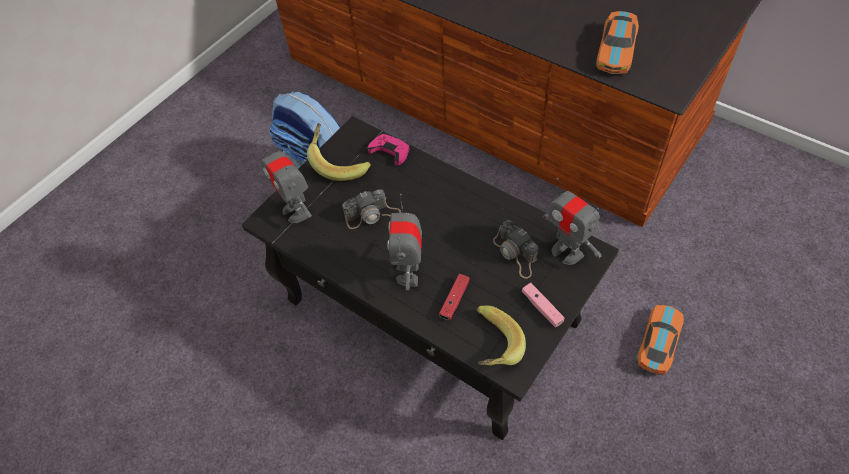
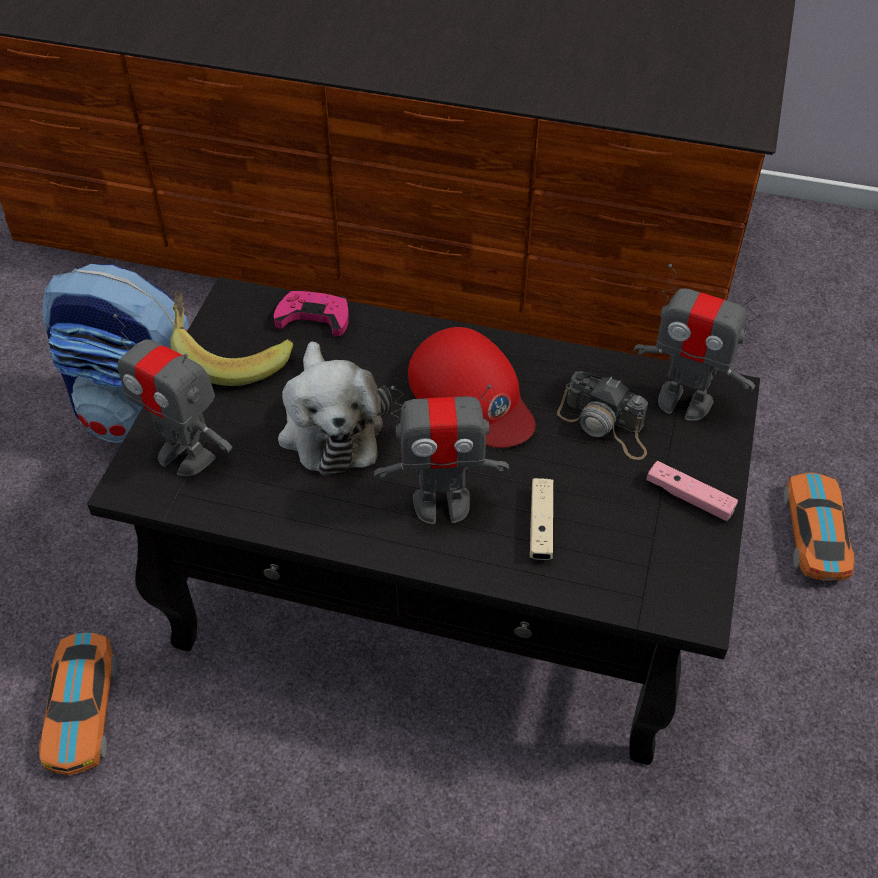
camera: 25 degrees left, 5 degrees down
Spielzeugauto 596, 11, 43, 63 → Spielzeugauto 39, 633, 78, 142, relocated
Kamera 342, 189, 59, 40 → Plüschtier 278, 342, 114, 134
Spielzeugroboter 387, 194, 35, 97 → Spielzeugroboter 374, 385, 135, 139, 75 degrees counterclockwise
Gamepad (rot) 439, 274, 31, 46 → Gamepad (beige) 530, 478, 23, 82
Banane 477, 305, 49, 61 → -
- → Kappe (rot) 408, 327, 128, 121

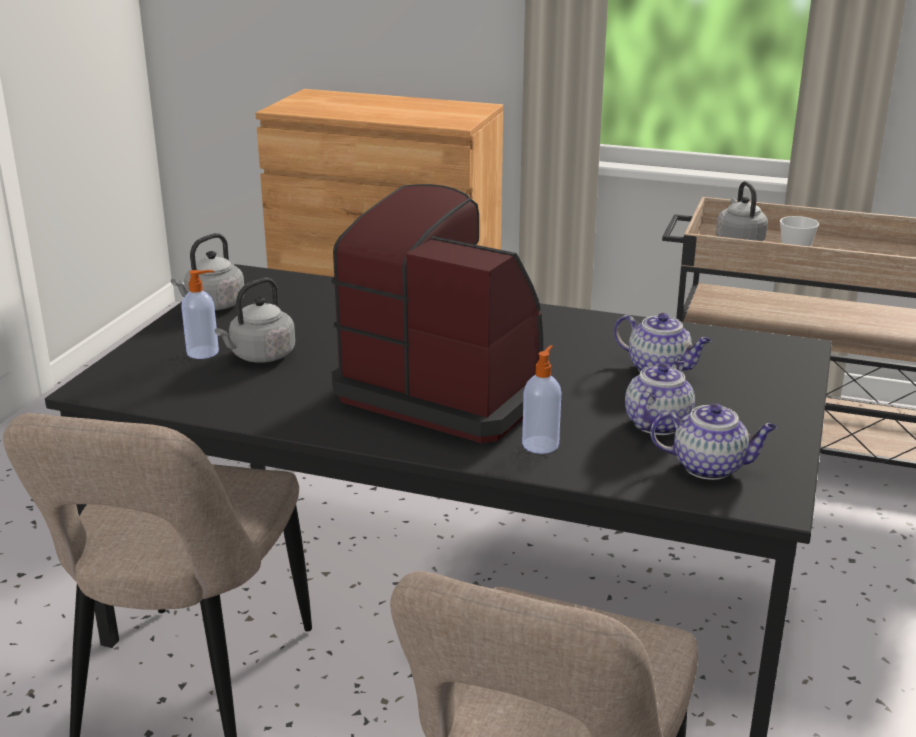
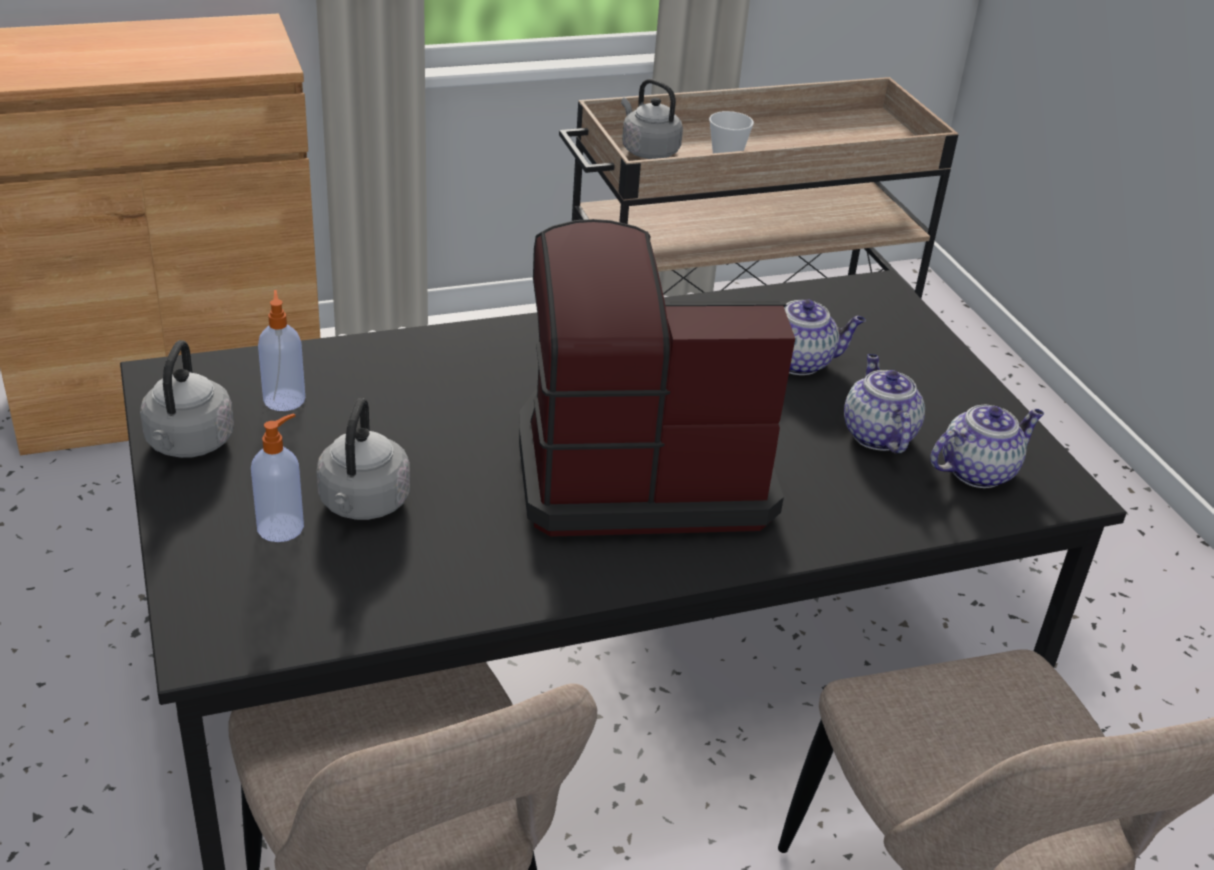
camera: 40 degrees left, 10 degrees up
Seifenspender 522, 345, 39, 109 → Seifenspender 258, 290, 47, 121, relocated

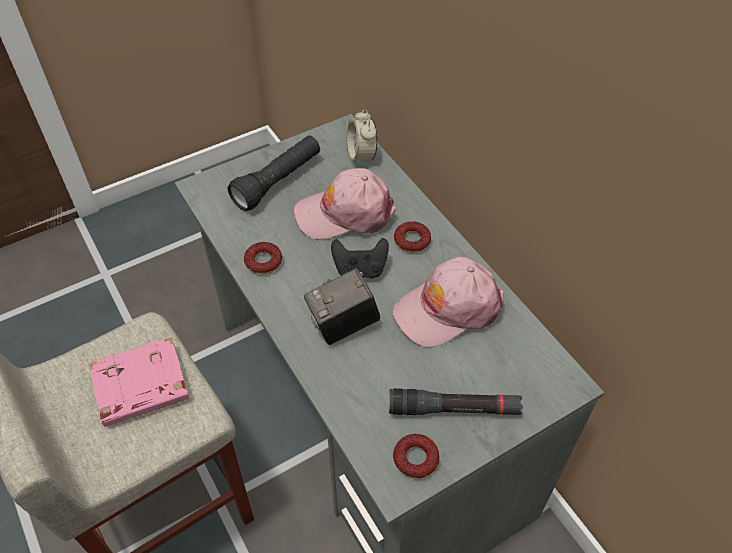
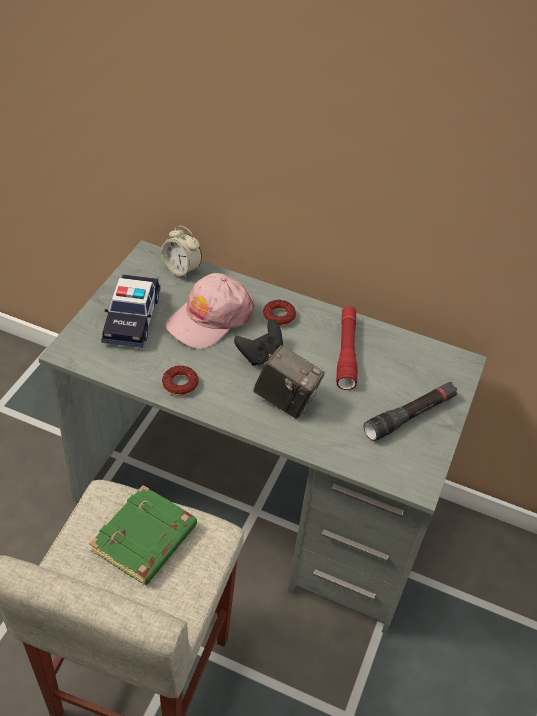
camera: 40 degrees left, 5 degrees down
Taschenlampe (schwarz) 228, 135, 92, 76 → Spielzeugauto 101, 274, 60, 74
Kappe (rosa) 392, 256, 112, 91 → Taschenlampe (rot) 336, 306, 22, 84
Kamera 304, 268, 76, 77 → Kamera 253, 345, 72, 74, 90 degrees counterclockwise
Buch (rosa) 89, 337, 100, 90 → Buch (grün) 90, 485, 107, 100
Donut 393, 434, 47, 45 → -

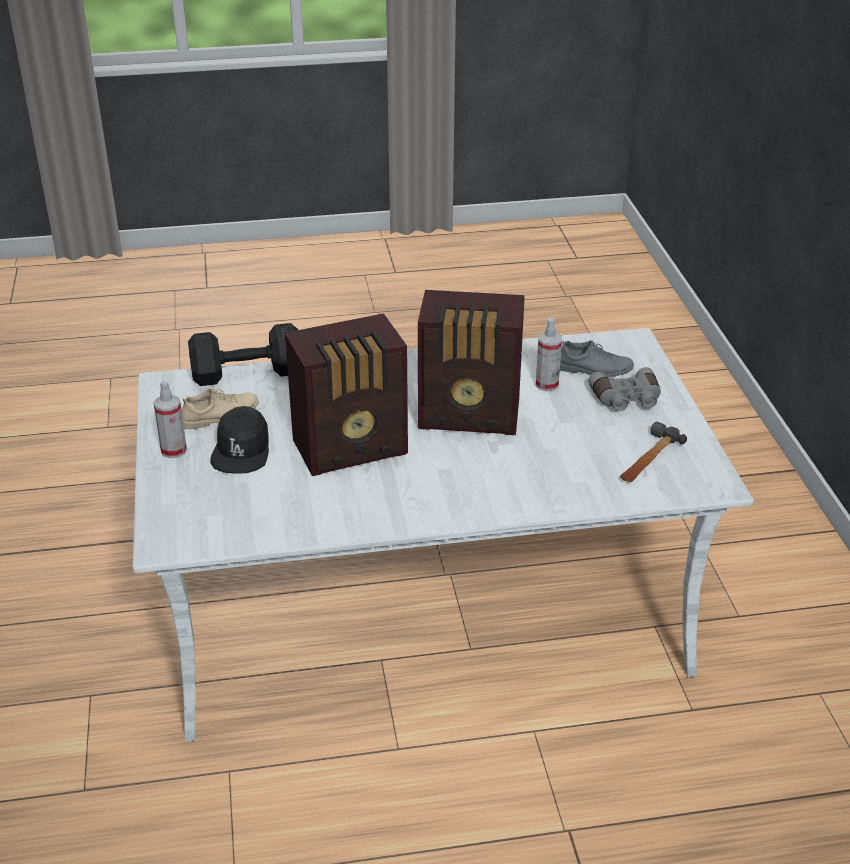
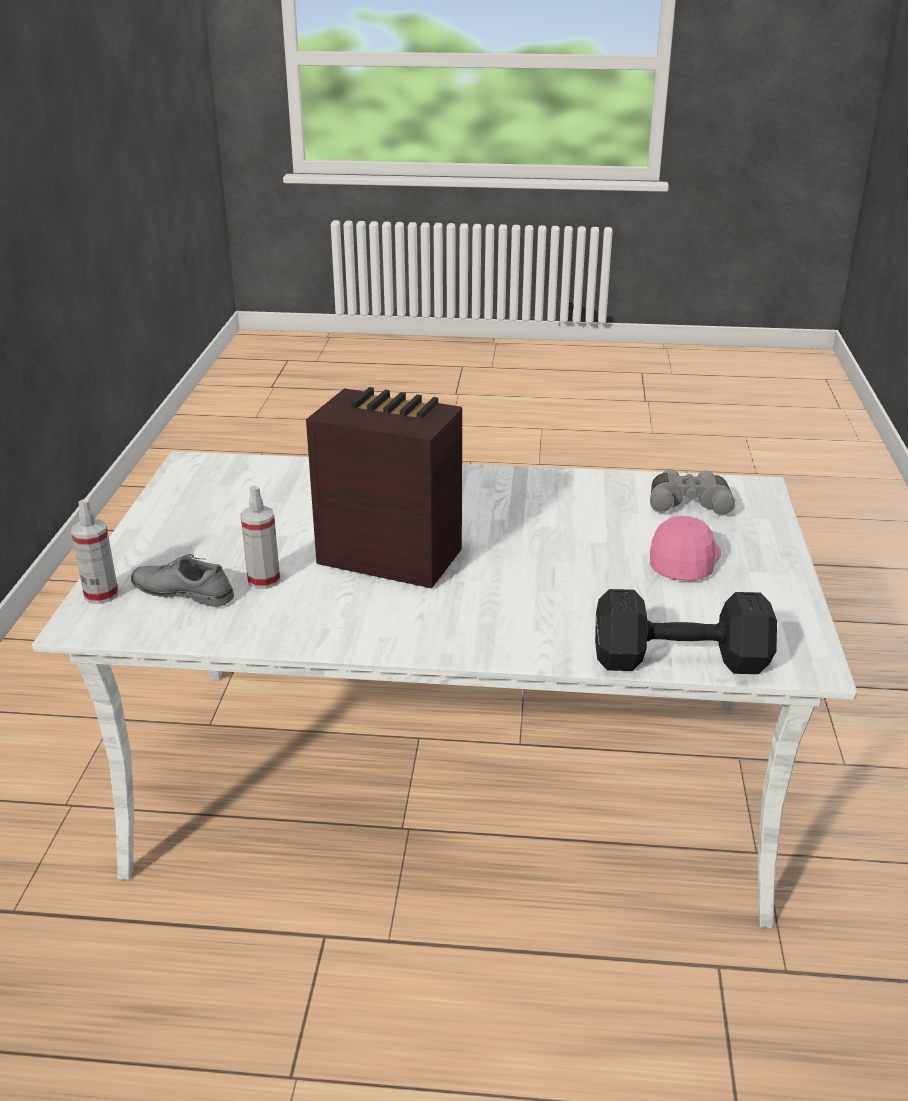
camera: 165 degrees left, 5 degrees down
Radio 285, 313, 123, 163 → -
Fernglas (grau) 588, 367, 73, 44 → Fernglas (grau) 650, 469, 85, 47, relocated
Sprühflasche 154, 380, 33, 78 → Sprühflasche 71, 499, 47, 105, relocated
Schuh (beige) 181, 388, 77, 42 → -
Kappe (schwarz) 210, 406, 59, 68 → Kappe (rosa) 650, 516, 71, 65
Hammer 620, 422, 67, 60 → -

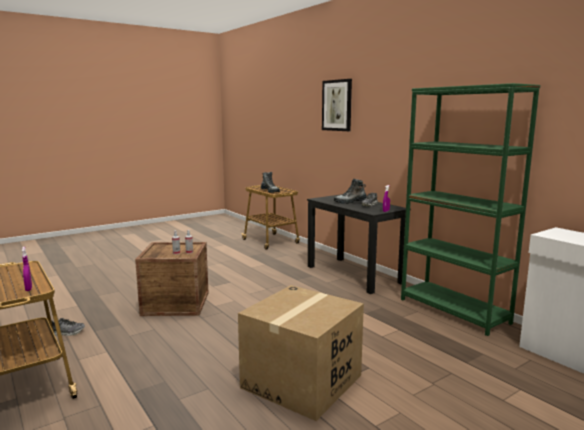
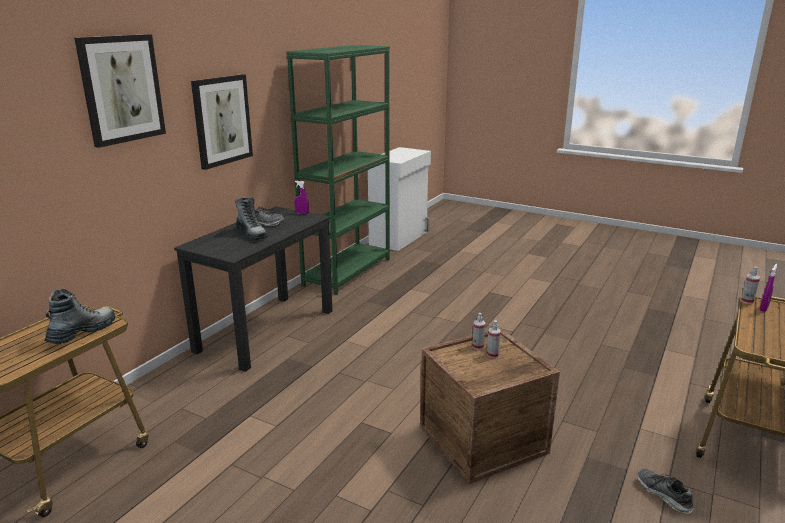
camera: 115 degrees left, 10 degrees up
Karton 238, 285, 126, 136 → -
- → Bild 191, 74, 62, 96
- → Sprühflasche 741, 266, 19, 38

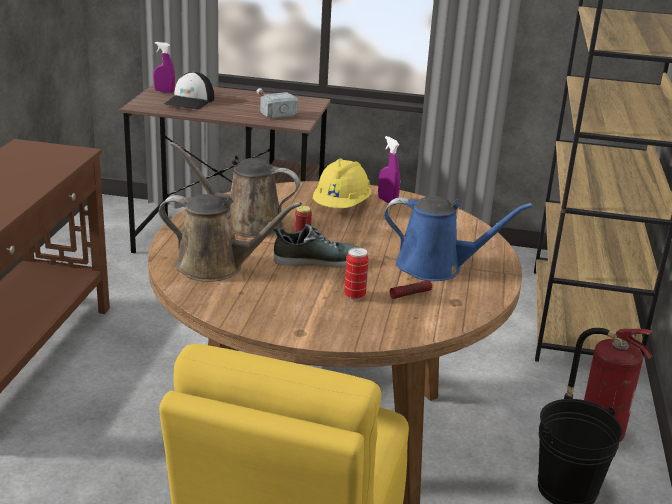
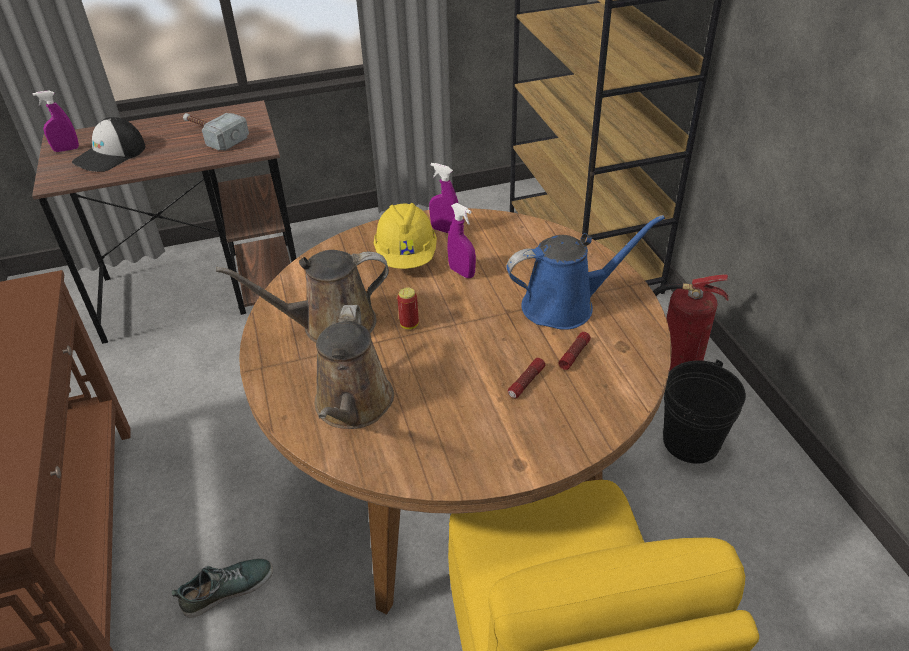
camera: 25 degrees left, 15 degrees up
Kappe 164, 72, 50, 38 → Kappe 72, 117, 73, 55, 45 degrees clockwise
Gießkanne (braun) 159, 194, 143, 88 → Gießkanne (braun) 315, 305, 79, 124, 105 degrees clockwise
Schuh 273, 224, 88, 43 → Schuh 172, 559, 101, 59, relocated
Dose 344, 247, 25, 53 → Taschenlampe 508, 358, 37, 40
- → Sprühflasche (lila) 448, 203, 28, 75

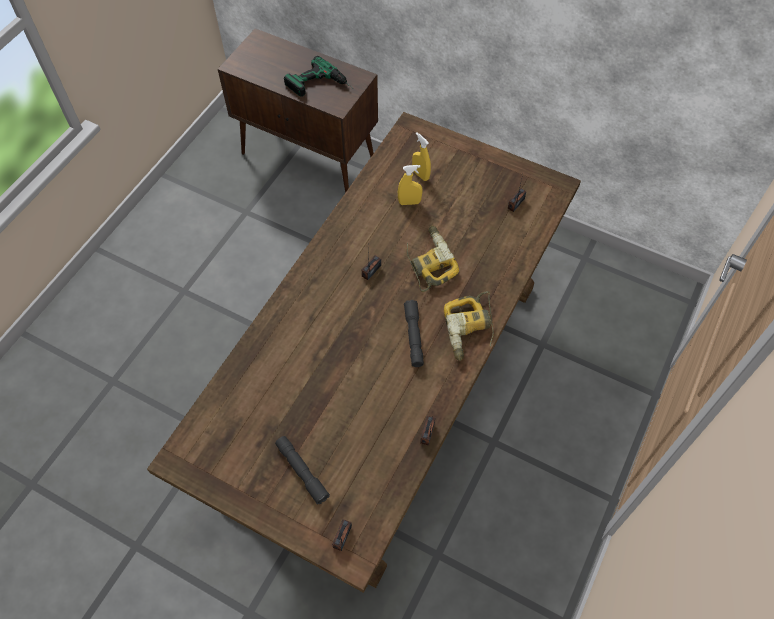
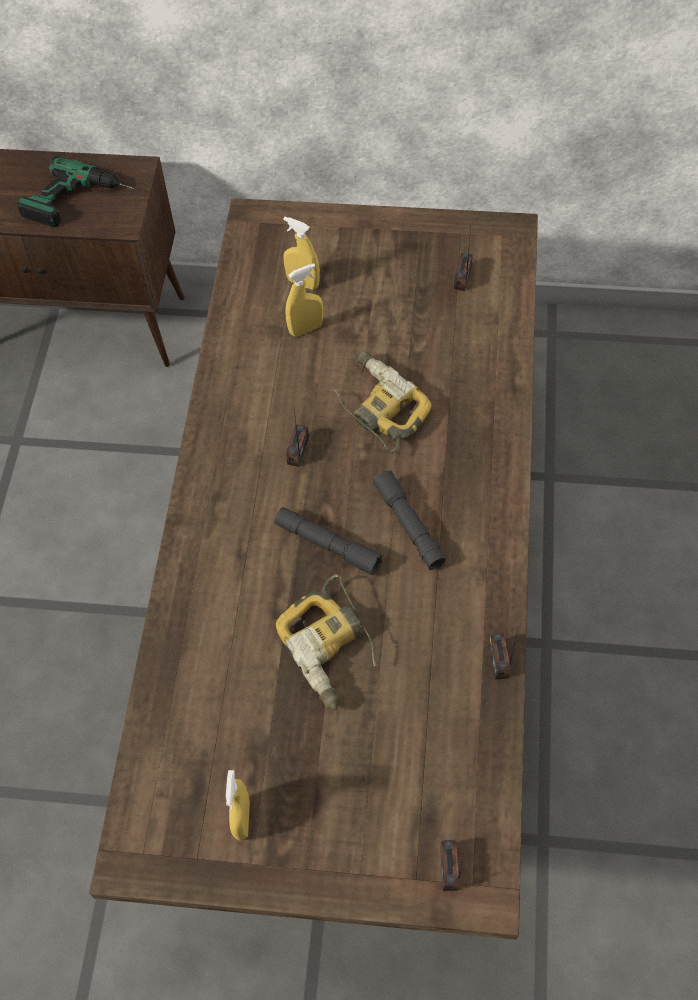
camera: 20 degrees left, 0 degrees up
Bohrmaschine 444, 291, 50, 70 → Bohrmaschine 276, 574, 100, 136, relocated
Taschenlampe (grau) 275, 436, 55, 69 → Taschenlampe (grau) 274, 507, 109, 68, relocated
- → Sprühflasche (gelb) 226, 770, 24, 71

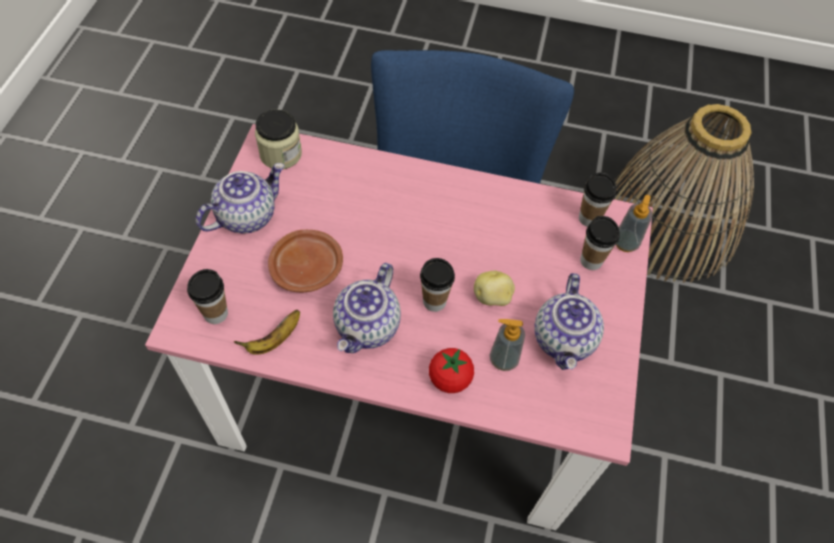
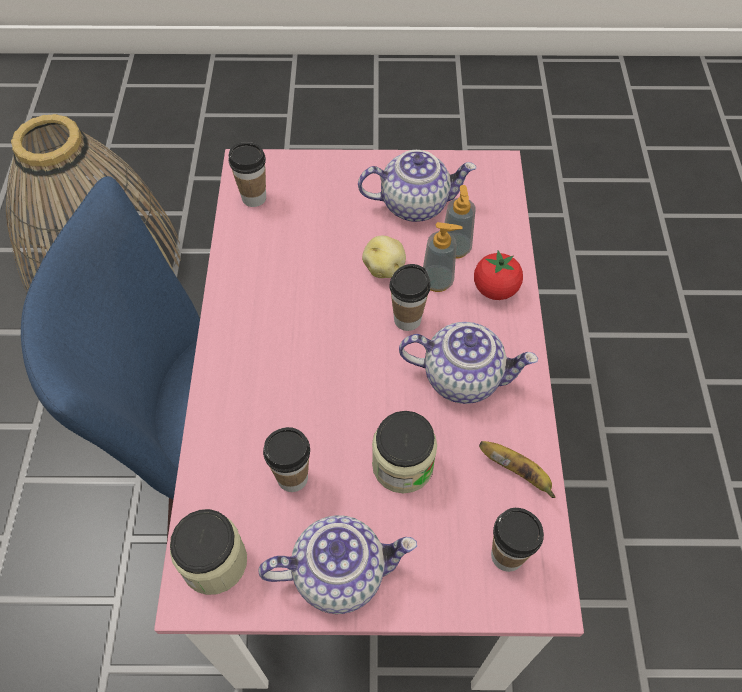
camera: 100 degrees left, 0 degrees up
Teekanne 195, 163, 90, 71 → Teekanne 258, 515, 159, 99, 135 degrees clockwise
Seifenspender 616, 195, 37, 57 → Seifenspender 423, 222, 39, 70, relocated
Tasse 580, 216, 40, 54 → Tasse 263, 427, 47, 65, relocated
Teller (braun) 268, 230, 75, 62 → Vorratsglas 372, 411, 65, 82

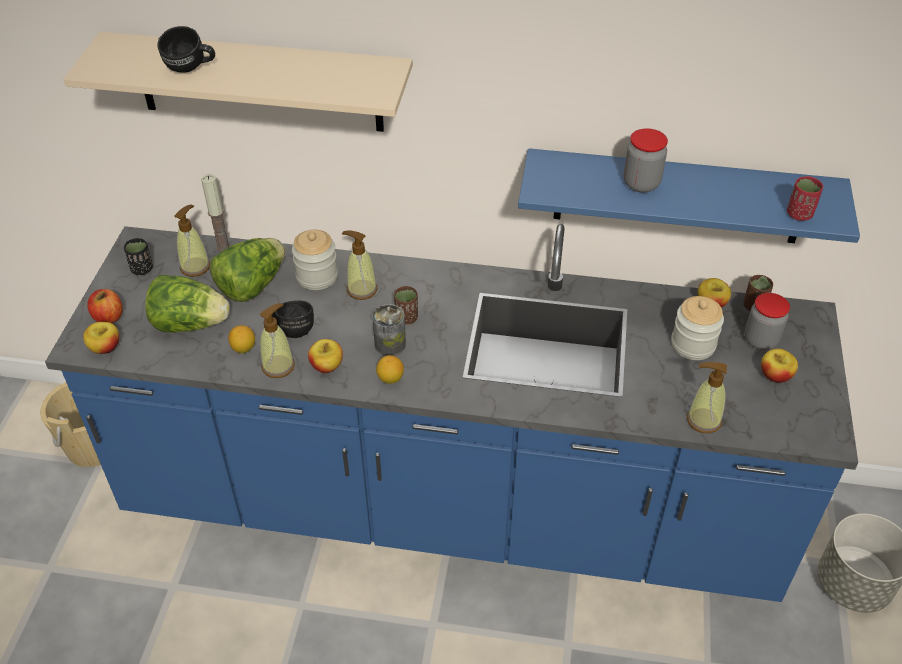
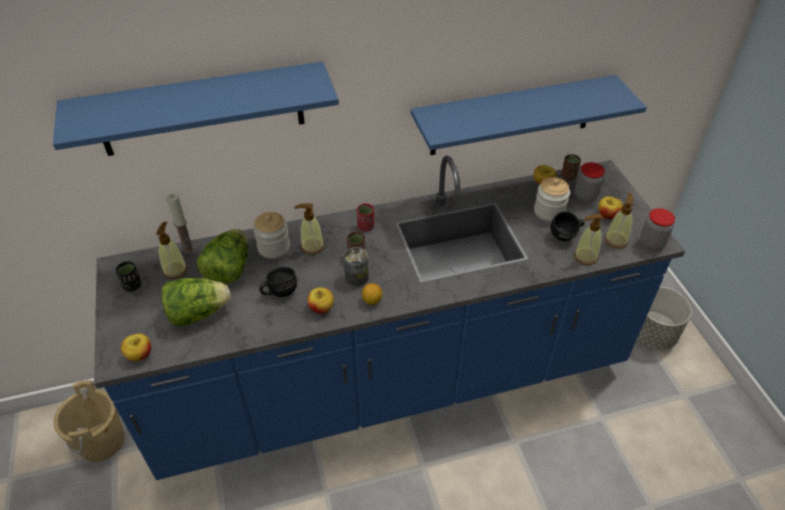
camera: 25 degrees left, 0 degrees up
Henkelbecher (schwarz) 157, 26, 58, 47 → Henkelbecher (schwarz) 551, 211, 34, 30, relocated
Wandregal (beige) 63, 32, 350, 100 → Wandregal (blau) 53, 61, 286, 95
Vorratsglas 624, 128, 44, 65 → Vorratsglas 640, 208, 35, 42, relocated
Tasse (rot) 787, 176, 36, 45 → Tasse (rot) 357, 203, 17, 28, relocated
Apfel 87, 289, 36, 34 → -
Seifenspender 260, 303, 35, 75 → Seifenspender 605, 193, 28, 55, relocated
Zitrone 228, 325, 27, 28 → -

